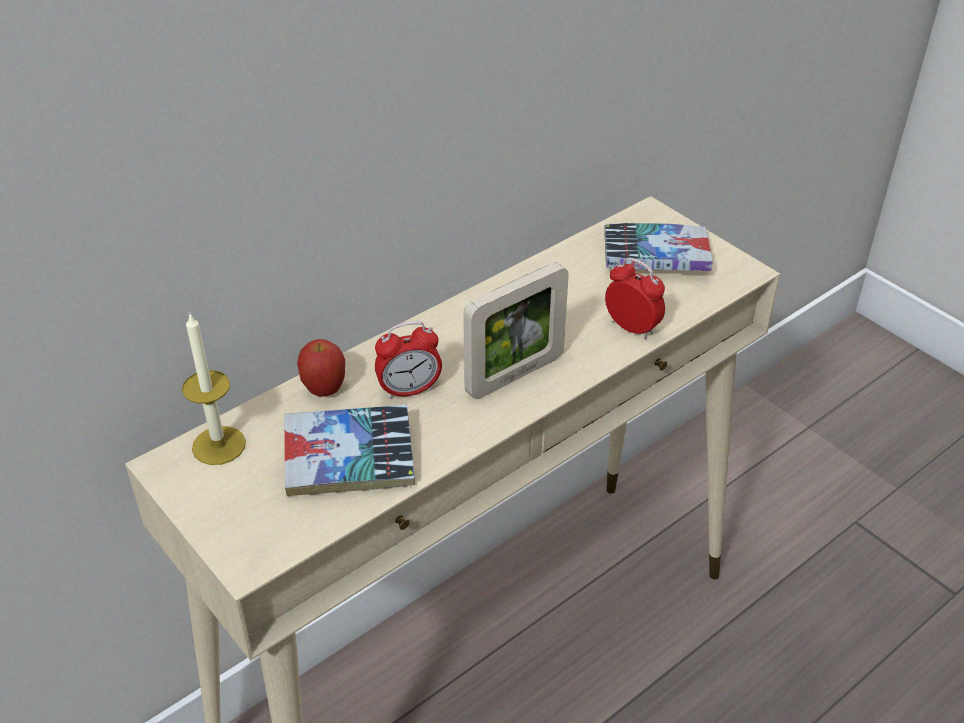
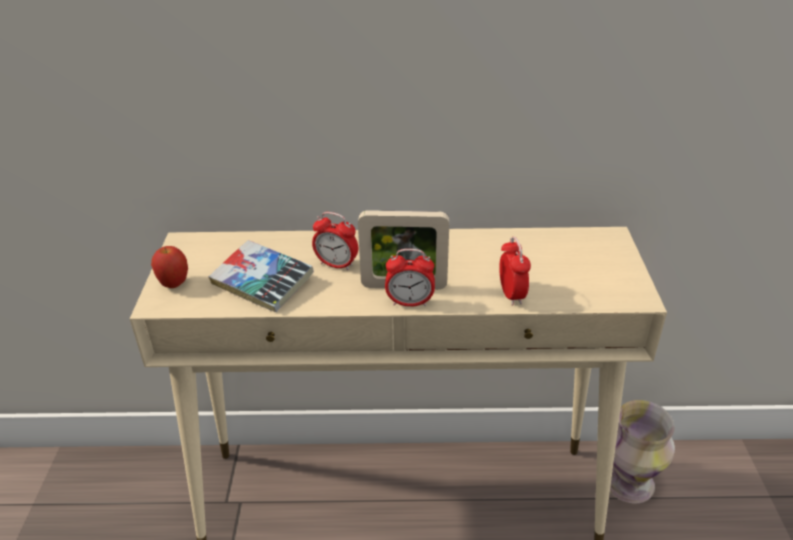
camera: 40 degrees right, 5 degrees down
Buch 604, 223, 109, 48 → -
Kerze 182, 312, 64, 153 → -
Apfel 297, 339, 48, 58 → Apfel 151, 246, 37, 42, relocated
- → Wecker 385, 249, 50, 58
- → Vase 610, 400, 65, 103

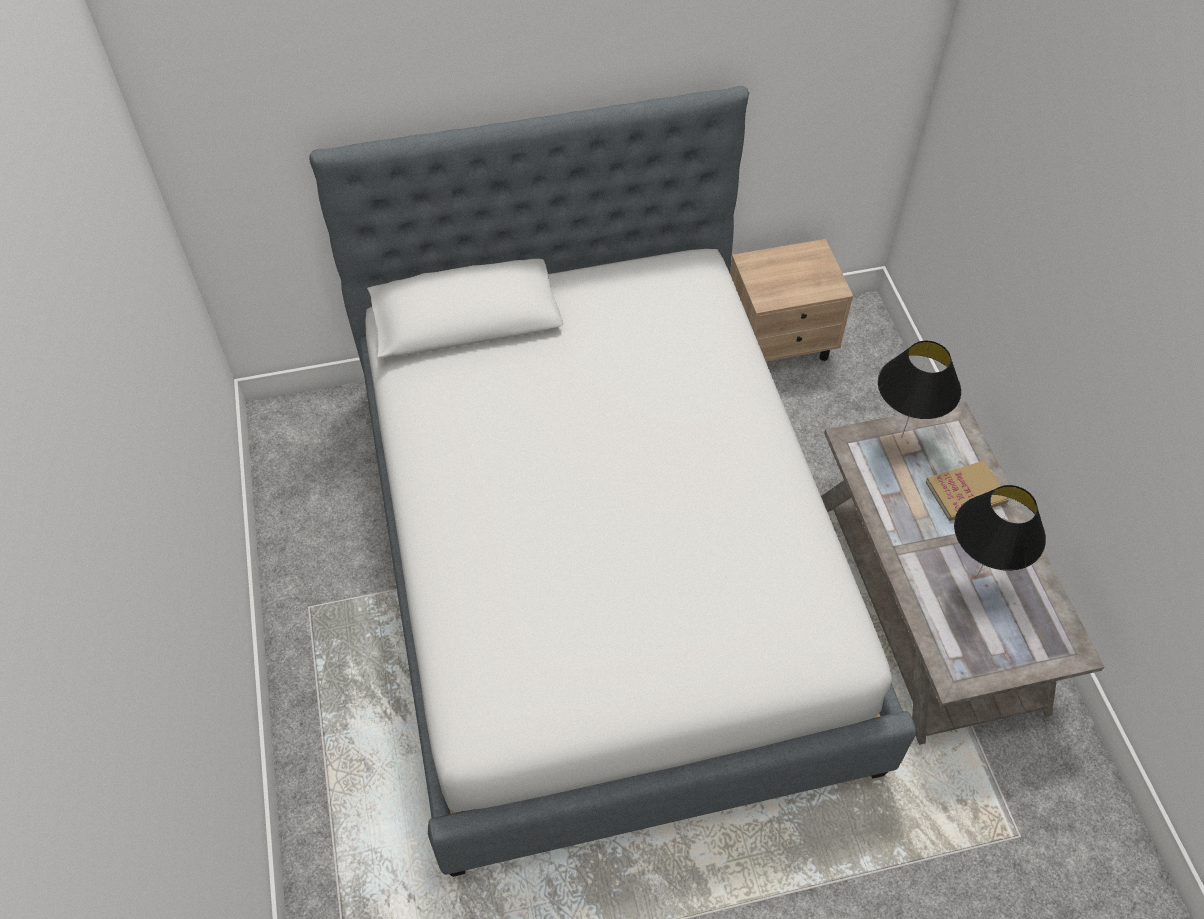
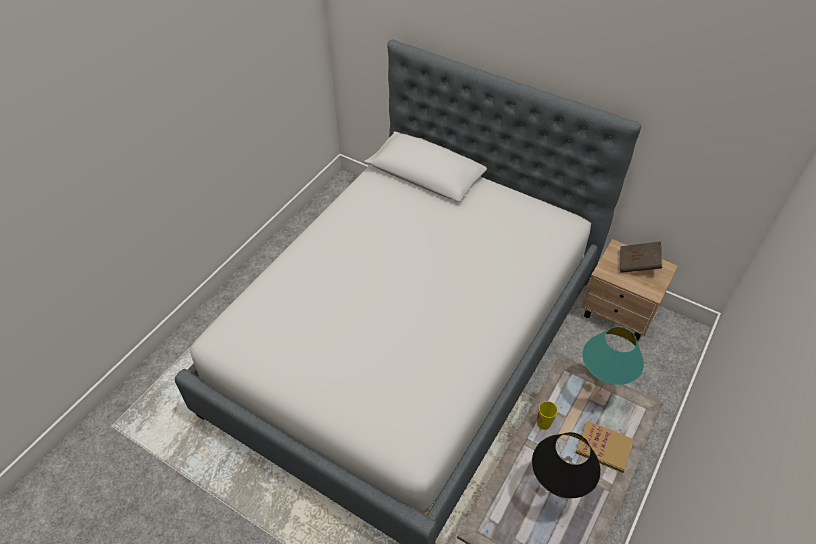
camera: 45 degrees right, 5 degrees down
Tischlampe (schwarz) 878, 341, 83, 97 → Tischlampe (türkis) 582, 327, 62, 65
- → Buch (braun) 620, 241, 42, 32
- → Tasse 537, 401, 21, 29

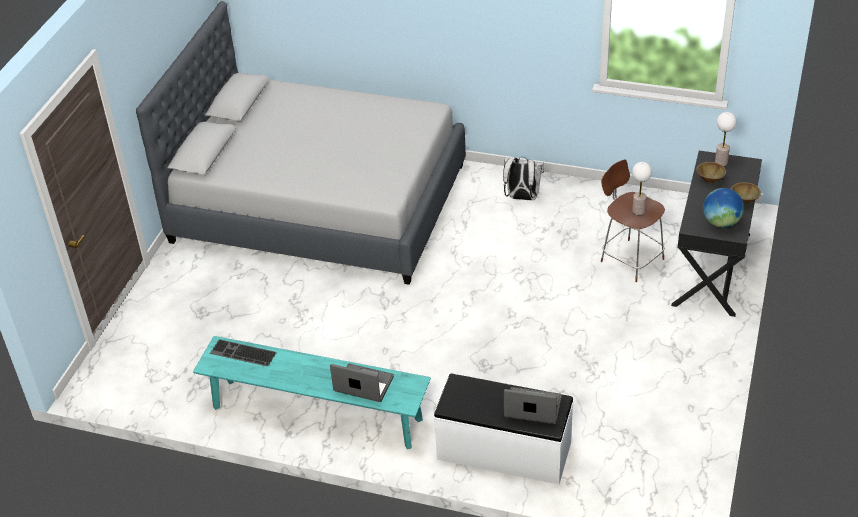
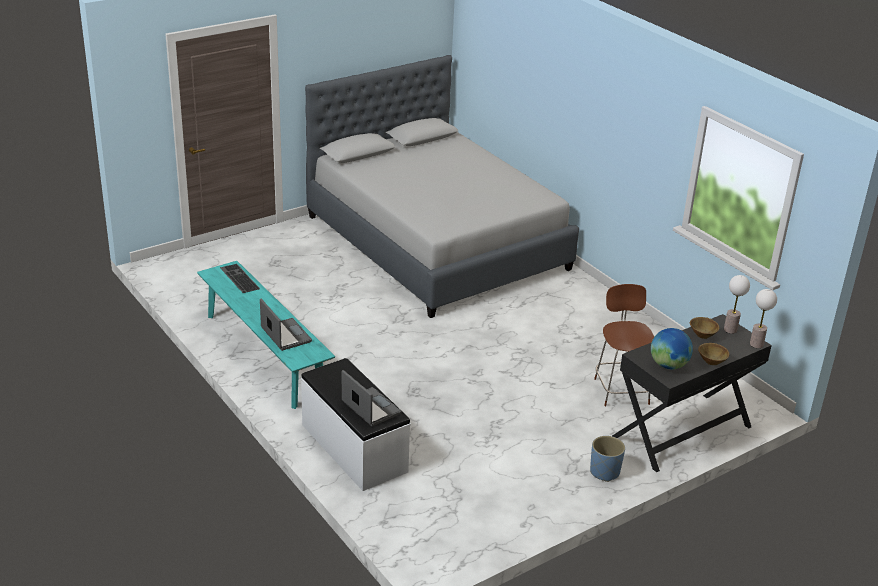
camera: 35 degrees right, 10 degrees down
Rucksack (weiß) 503, 157, 41, 43 → -
Tischlampe 632, 162, 20, 53 → Tischlampe 750, 289, 27, 59, relocated
- → Pflanzkübel (blau) 590, 436, 35, 46

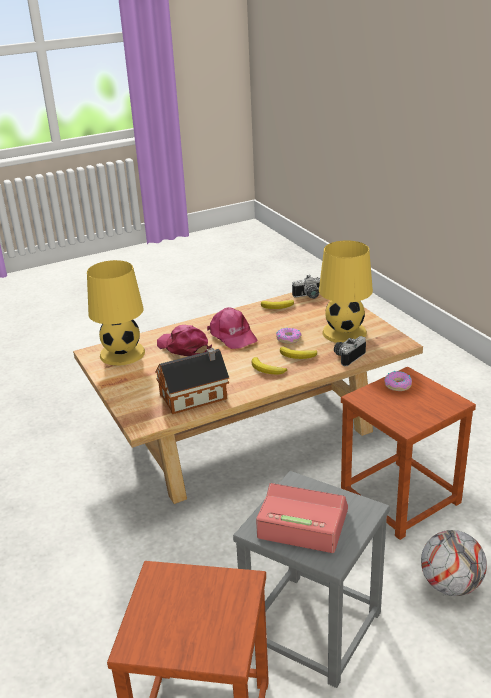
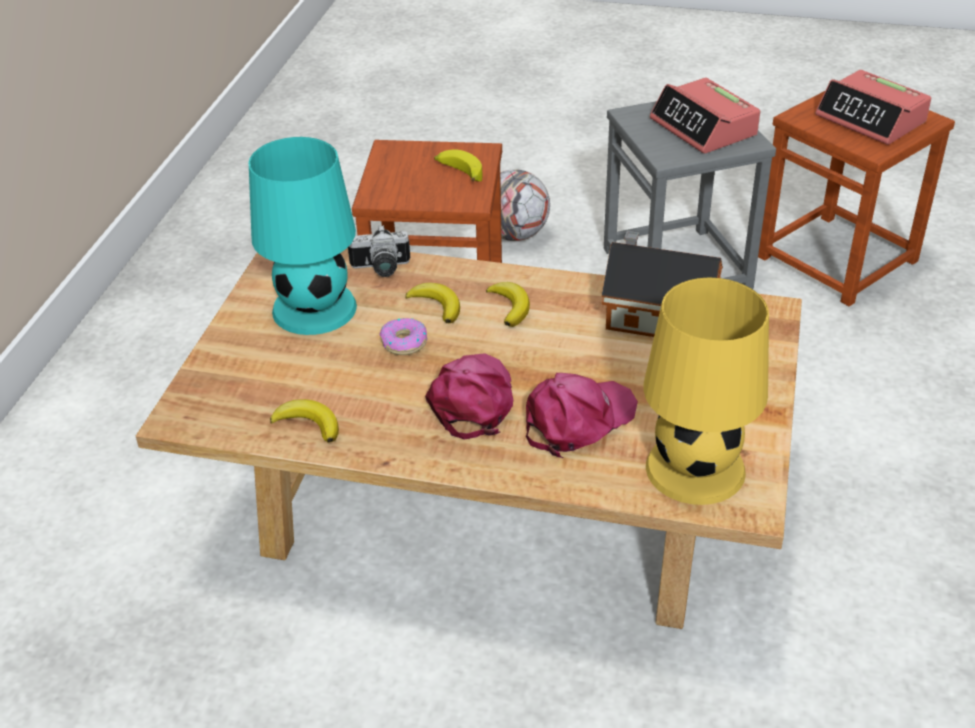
camera: 140 degrees left, 10 degrees up
Tischlampe (gelb) 319, 240, 54, 103 → Tischlampe (türkis) 249, 137, 108, 198
Kamera 292, 275, 28, 24 → -
Kappe (rosa) 157, 325, 55, 31 → Kappe (rosa) 526, 373, 112, 85, 120 degrees counterclockwise
Donut 384, 371, 28, 20 → -
- → Wecker 815, 70, 116, 75
- → Banane 434, 149, 48, 33

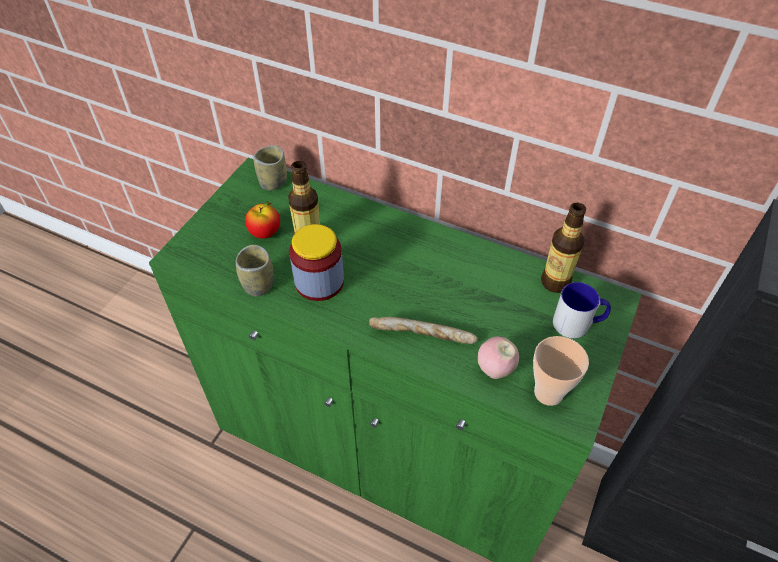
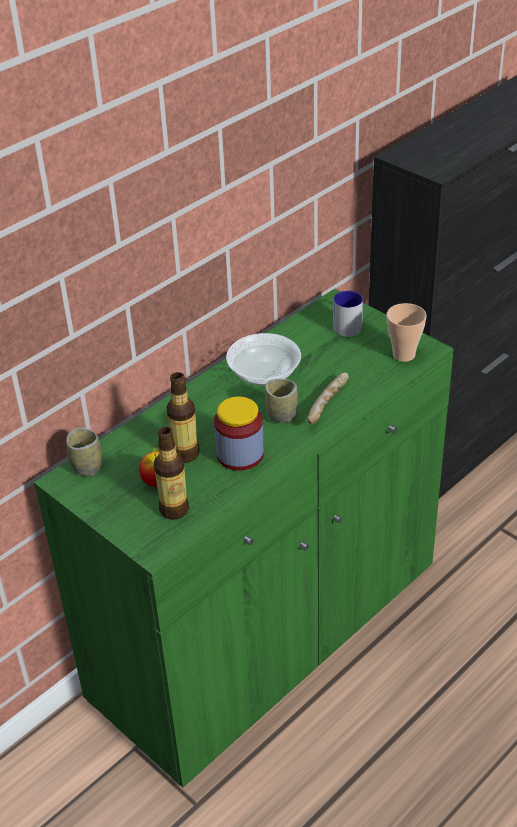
camera: 70 degrees left, 10 degrees down
Flasche 541, 202, 45, 91 → Flasche 154, 427, 35, 93, relocated
Tasse 236, 245, 37, 52 → Tasse 265, 379, 32, 44, relocated
Apfel 478, 336, 41, 43 → -
- → Schüssel 226, 333, 75, 53

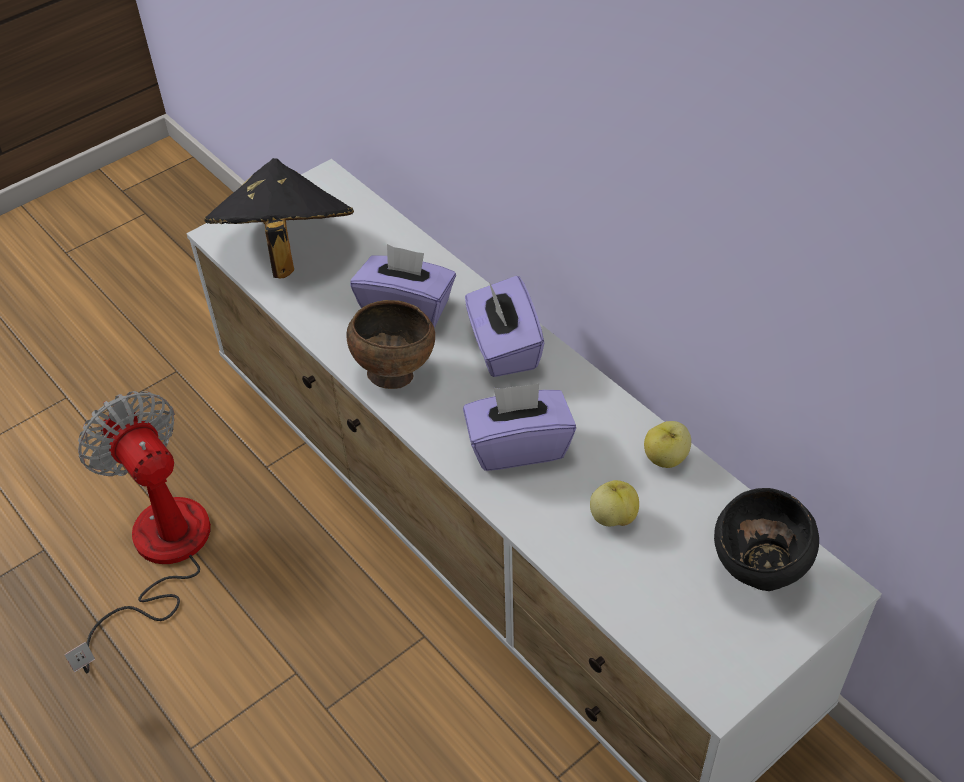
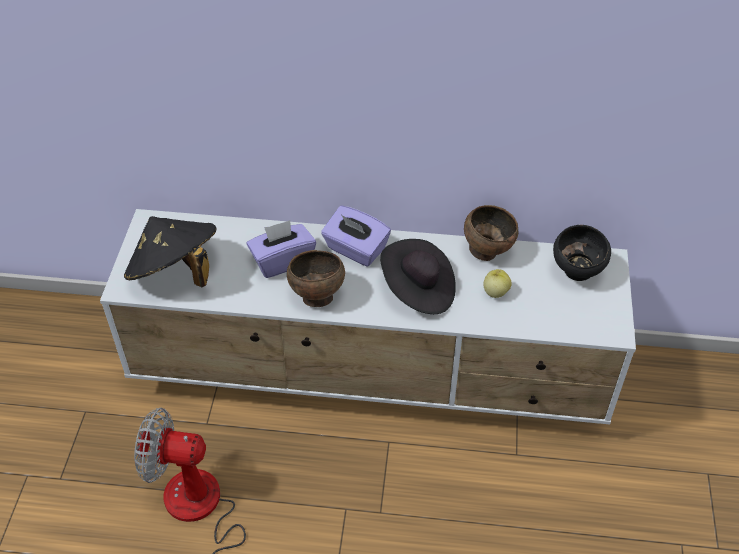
camera: 45 degrees left, 0 degrees up
Taschentuchbox (lila) 463, 383, 113, 88 → Hut (schwarz) 380, 239, 76, 75
Apfel 644, 421, 47, 47 → Schüssel (braun) 464, 205, 54, 56

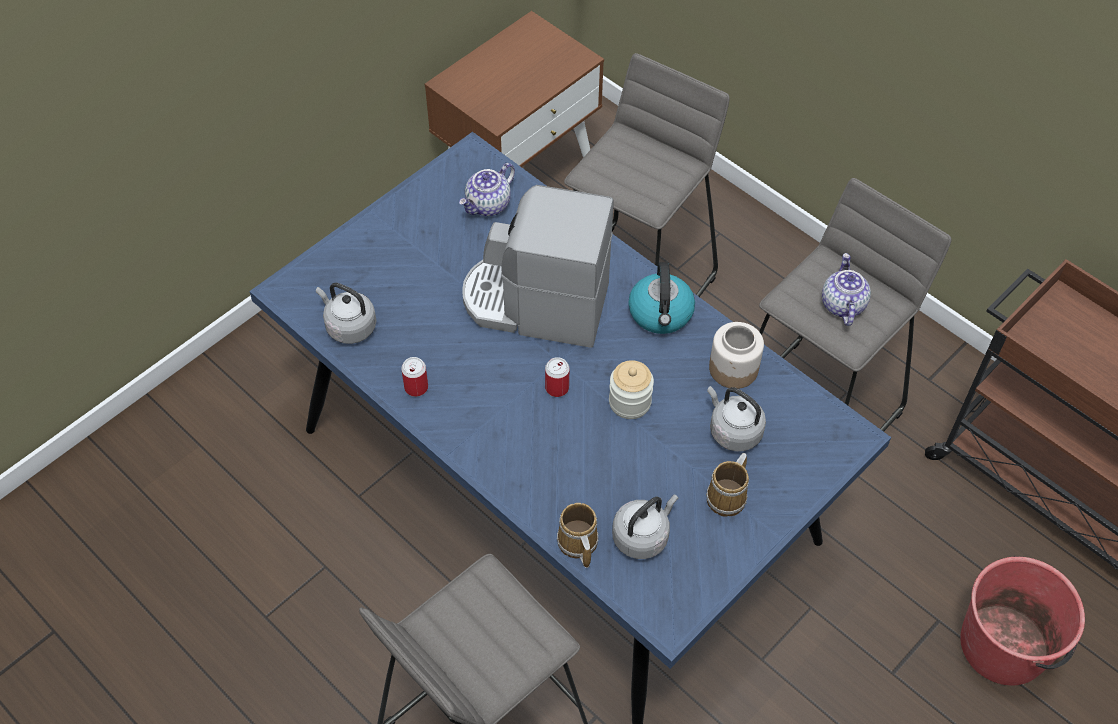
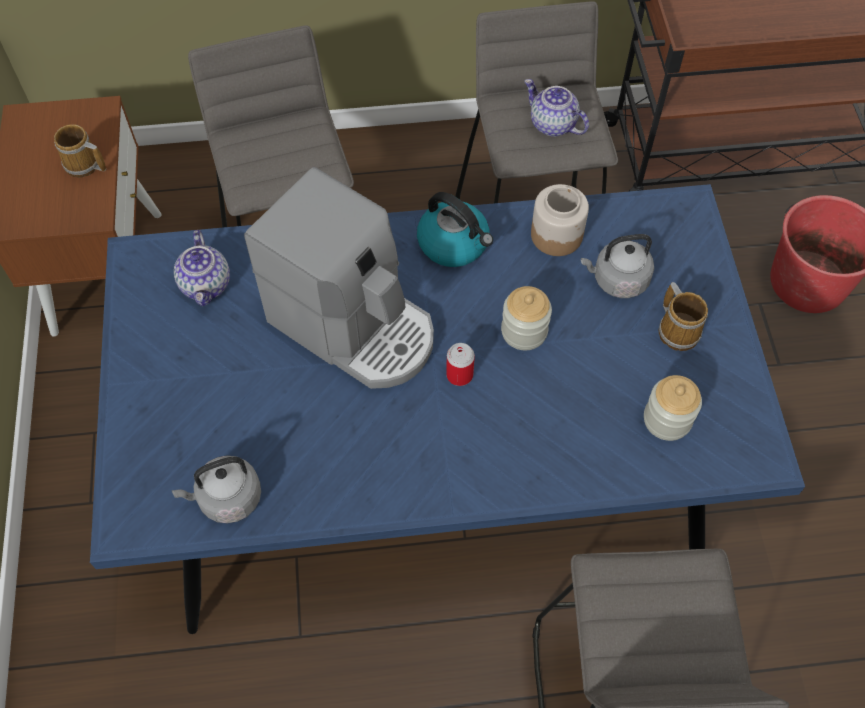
camera: 50 degrees left, 5 degrees up
Kaffeemaschine 463, 185, 151, 163 → Kaffeemaschine 244, 167, 190, 222, 105 degrees counterclockwise
Dose 401, 357, 27, 40 → -
Wasserkessel (grau) 612, 495, 66, 64 → Vorratsglas 644, 375, 58, 66
Henkelbecher 557, 503, 41, 65 → Henkelbecher 54, 124, 52, 54, relocated

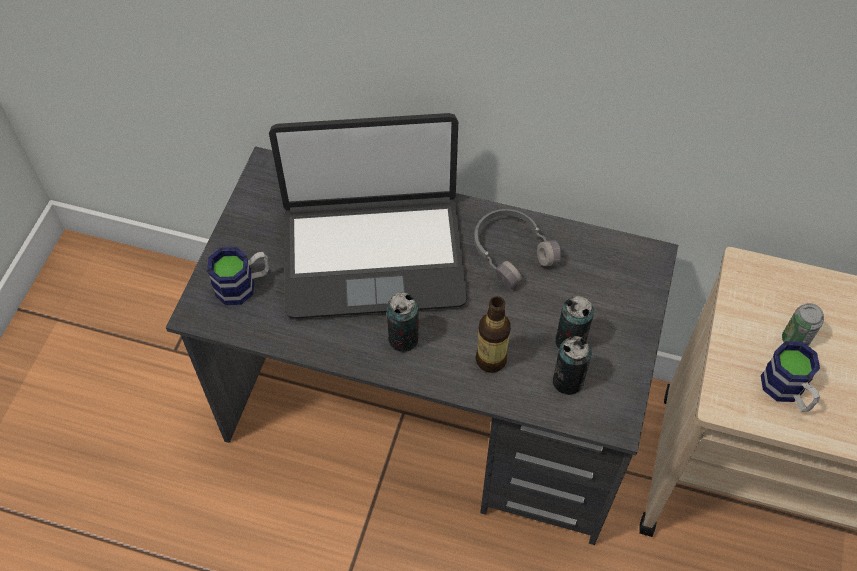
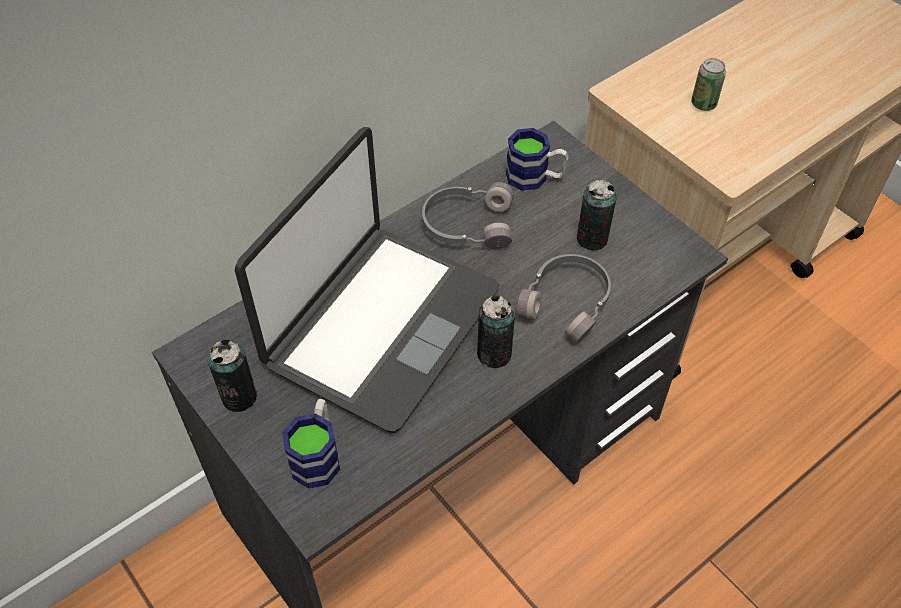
camera: 55 degrees left, 5 degrees down
Flasche 476, 296, 35, 77 → Kopfhörer (grau) 517, 254, 94, 89
Dose 553, 336, 39, 59 → Dose 207, 340, 50, 72, relocated
Henkelbecher 761, 341, 59, 71 → Henkelbecher 506, 128, 62, 63, relocated

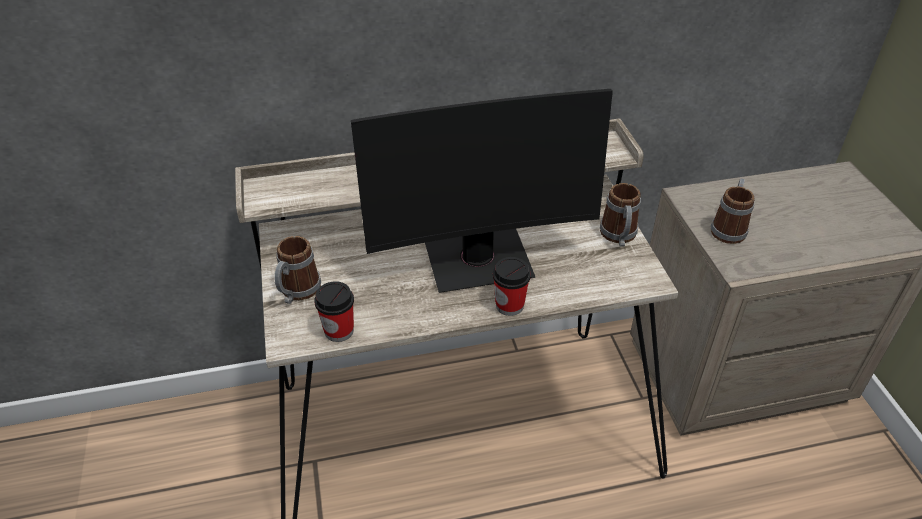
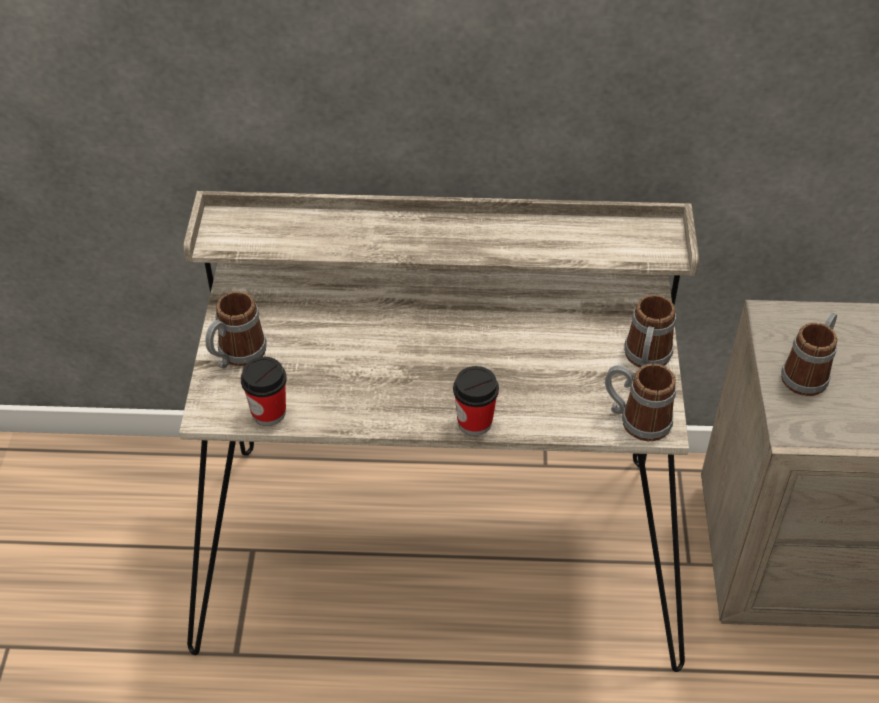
camera: 15 degrees right, 5 degrees up
Monitor 351, 89, 262, 204 → -
- → Henkelbecher 605, 364, 71, 78

